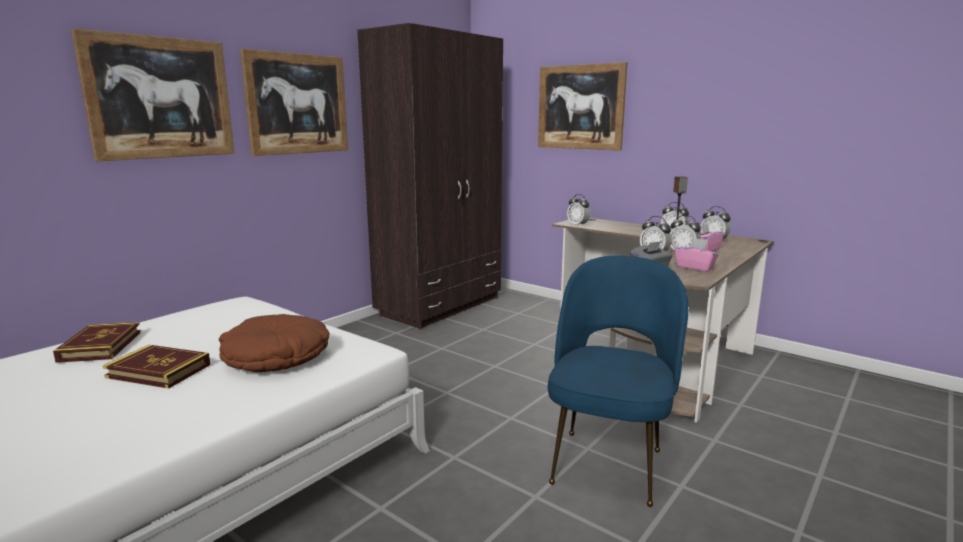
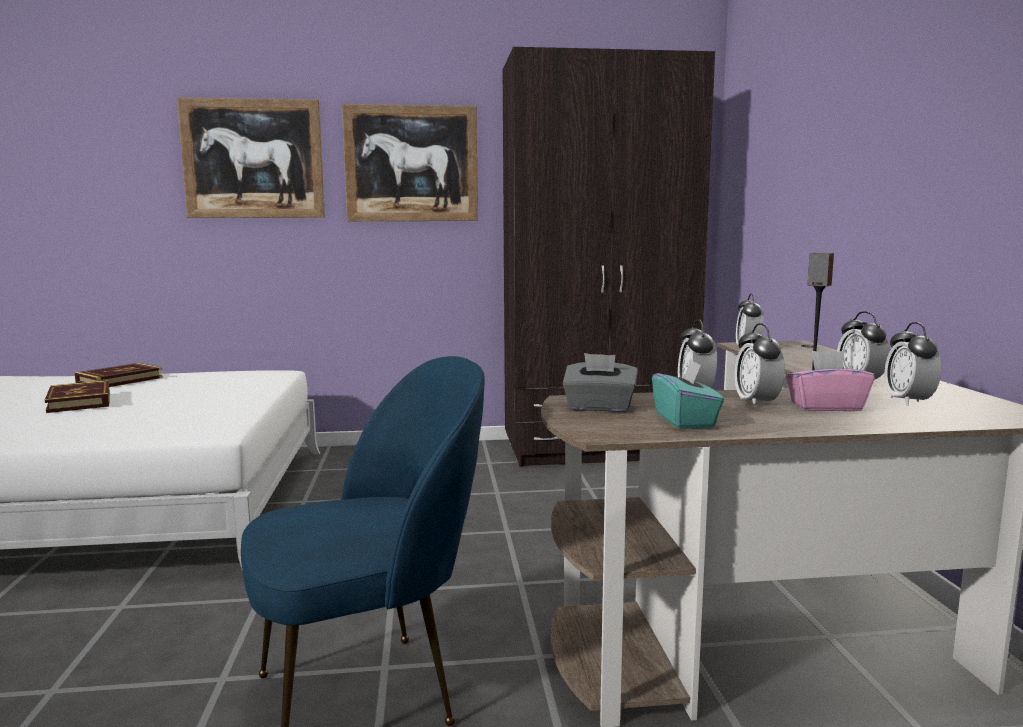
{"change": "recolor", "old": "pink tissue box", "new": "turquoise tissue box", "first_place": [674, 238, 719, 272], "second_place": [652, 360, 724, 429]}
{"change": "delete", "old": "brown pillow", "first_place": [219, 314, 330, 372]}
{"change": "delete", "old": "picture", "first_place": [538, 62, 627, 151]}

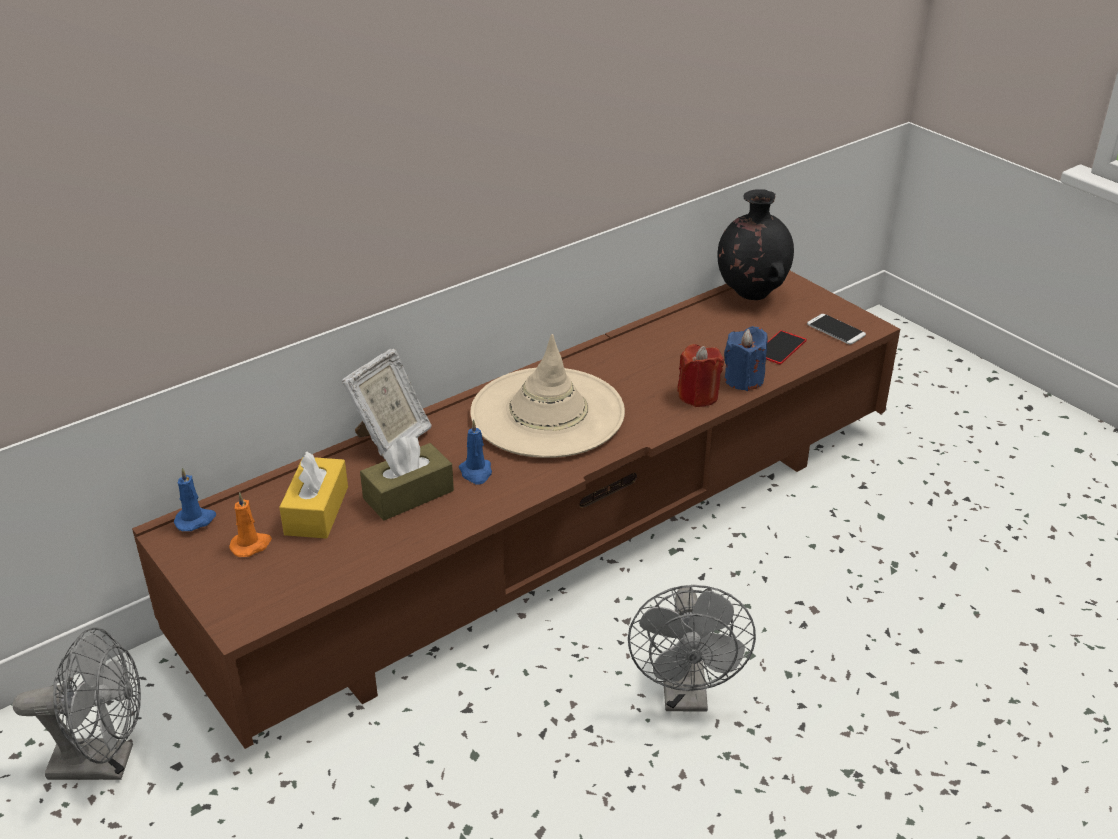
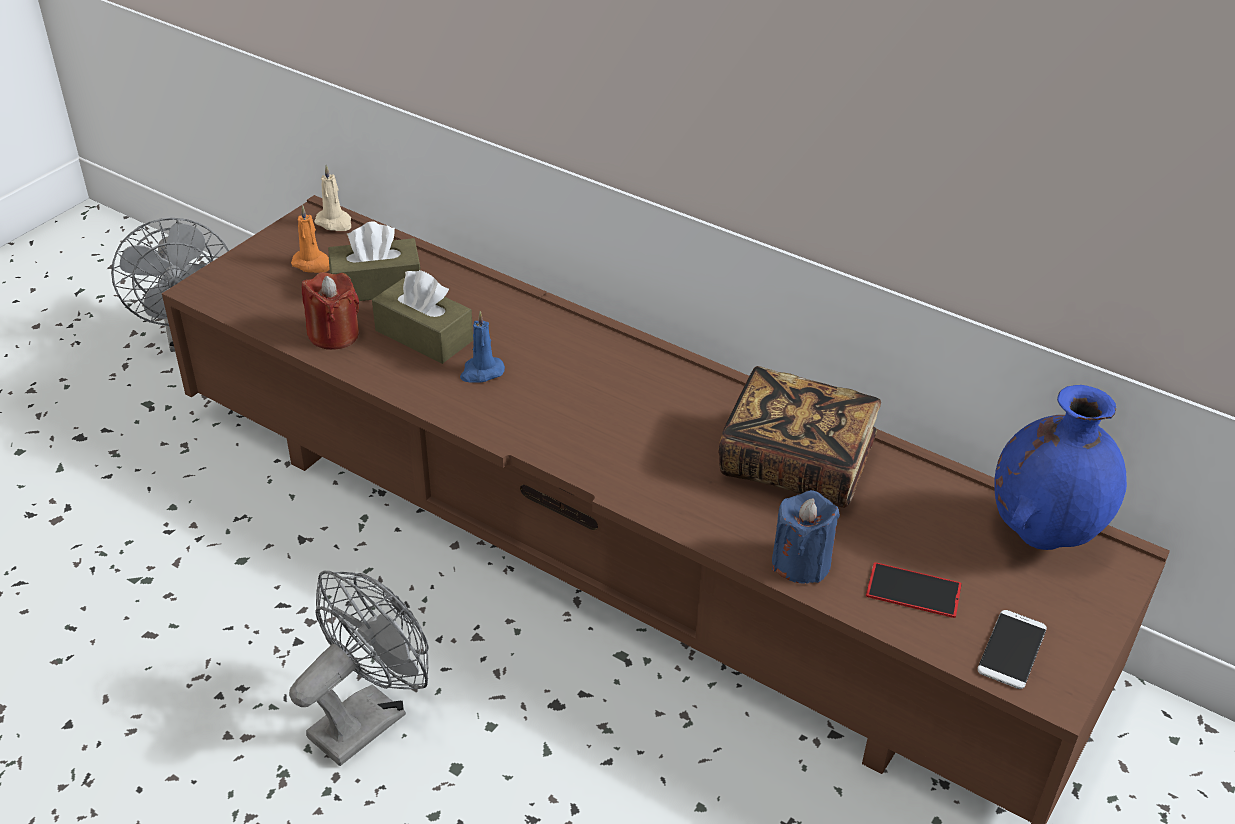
{"change": "rotate", "old": "grey fan", "first_place": [628, 585, 756, 712], "second_place": [289, 571, 429, 766], "degrees": 150}
{"change": "move", "old": "red candle", "first_place": [677, 344, 724, 407], "second_place": [302, 272, 359, 350]}
{"change": "recolor", "old": "blue candle", "new": "beige candle", "first_place": [174, 467, 216, 531], "second_place": [314, 165, 351, 231]}
{"change": "recolor", "old": "yellow tissue box", "new": "brown tissue box", "first_place": [279, 452, 348, 539], "second_place": [328, 221, 421, 301]}
{"change": "insert", "new": "book", "second_place": [719, 366, 881, 508]}
{"change": "recolor", "old": "black vase", "new": "blue vase", "first_place": [717, 190, 794, 300], "second_place": [994, 385, 1127, 550]}
{"change": "delete", "old": "picture frame", "first_place": [342, 349, 432, 459]}
{"change": "delete", "old": "beige hat", "first_place": [471, 334, 625, 458]}

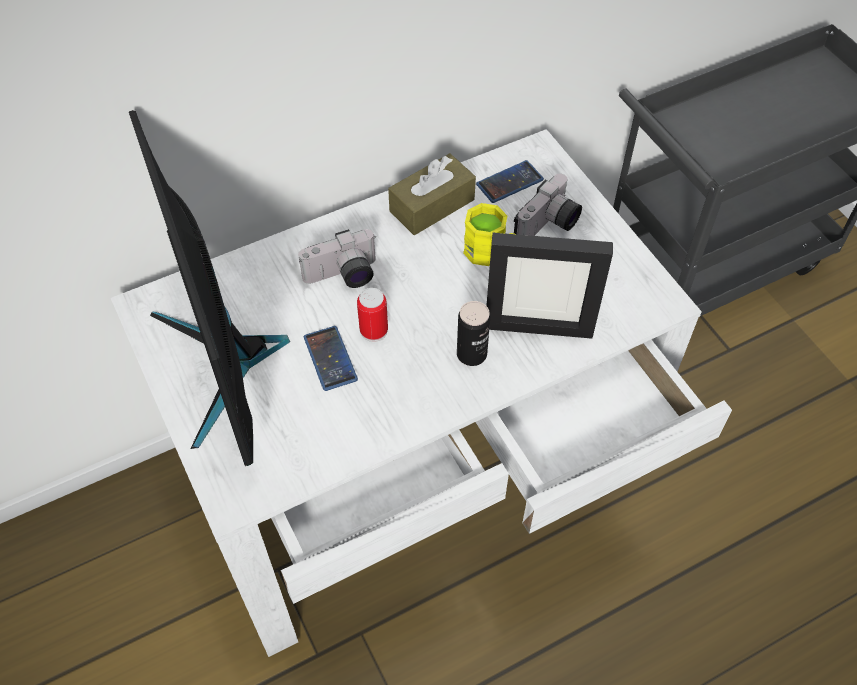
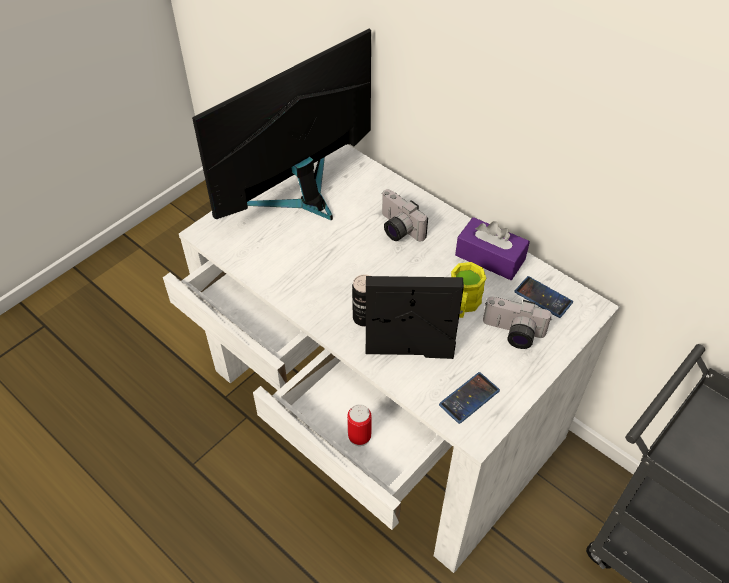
{"change": "move", "old": "can", "first_place": [357, 288, 388, 342], "second_place": [347, 404, 372, 446]}
{"change": "rotate", "old": "picture frame", "first_place": [486, 233, 613, 339], "second_place": [366, 276, 464, 359], "degrees": 105}
{"change": "move", "old": "phone", "first_place": [304, 326, 358, 391], "second_place": [439, 372, 500, 424]}
{"change": "recolor", "old": "brown tissue box", "new": "purple tissue box", "first_place": [388, 153, 476, 235], "second_place": [455, 217, 530, 280]}

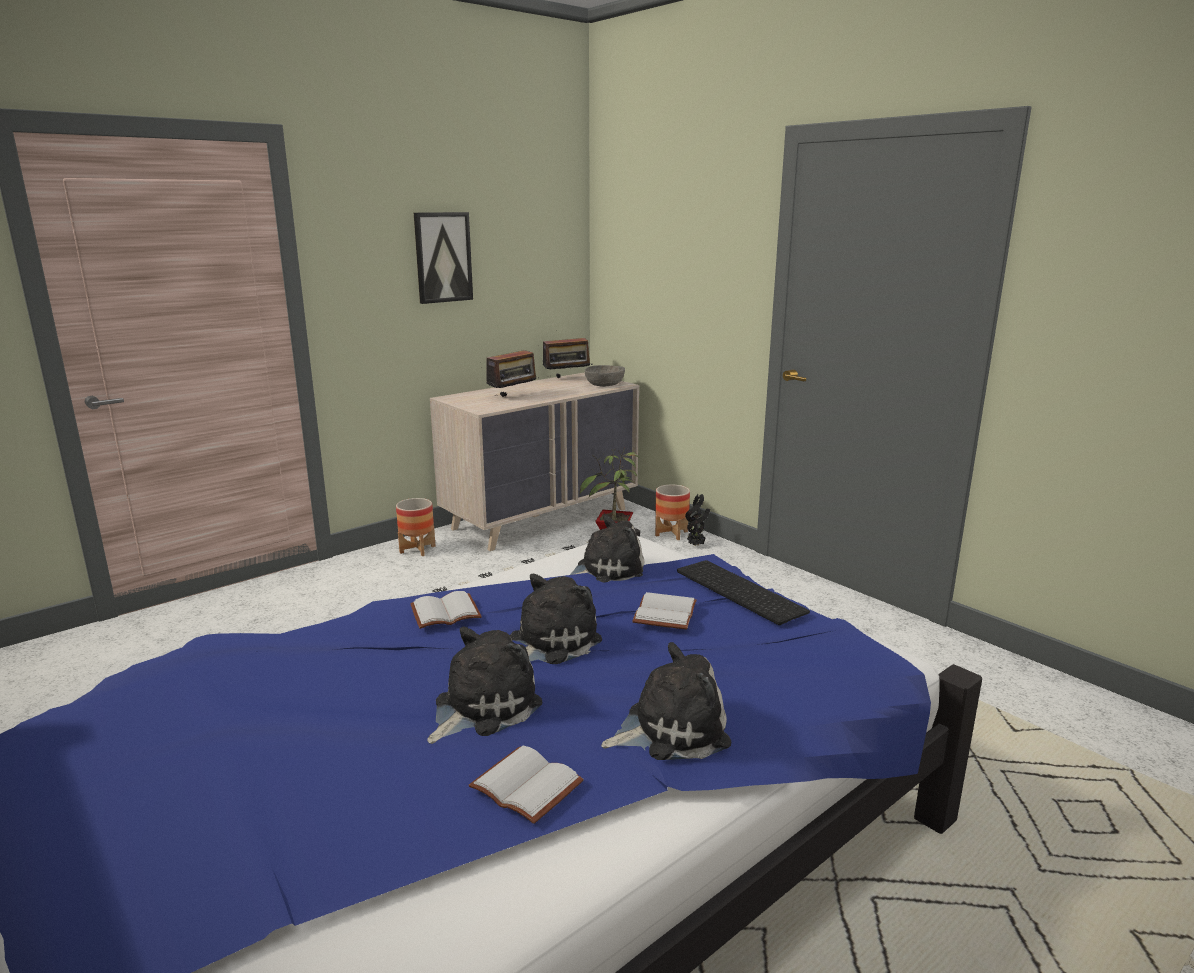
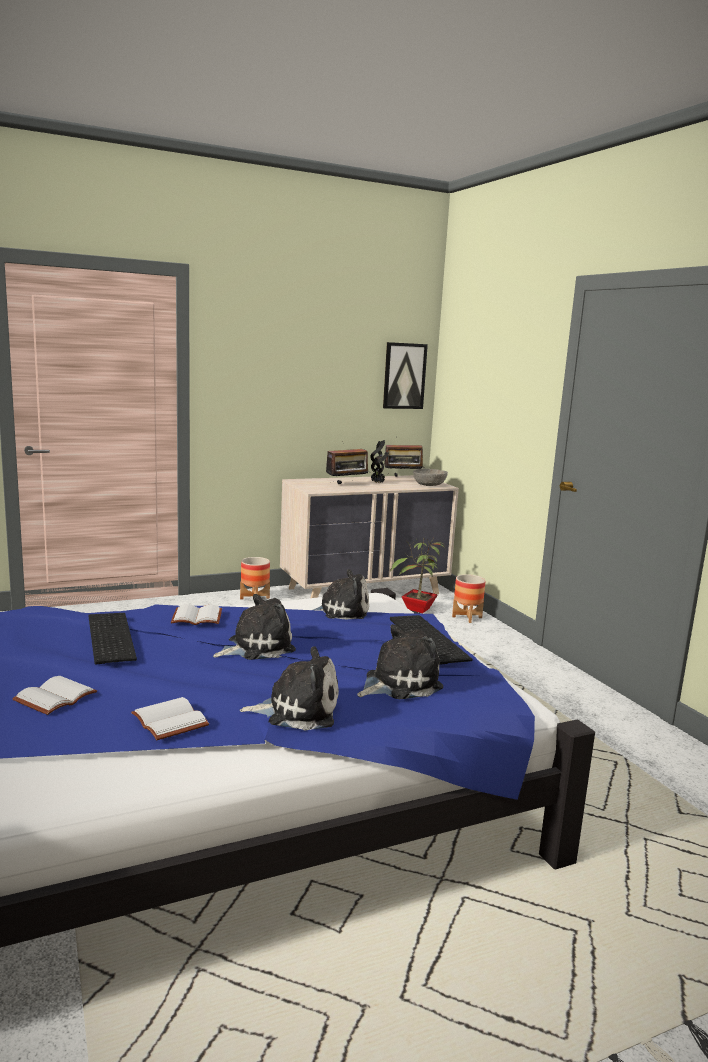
{"change": "move", "old": "white book", "first_place": [632, 592, 697, 630], "second_place": [12, 676, 97, 715]}
{"change": "insert", "new": "keyboard", "second_place": [88, 613, 137, 664]}
{"change": "move", "old": "plush toy", "first_place": [427, 627, 543, 744], "second_place": [357, 624, 443, 699]}
{"change": "move", "old": "potted plant", "first_place": [685, 494, 710, 546], "second_place": [370, 440, 389, 483]}
{"change": "move", "old": "picture", "first_place": [414, 212, 473, 304], "second_place": [383, 342, 428, 409]}

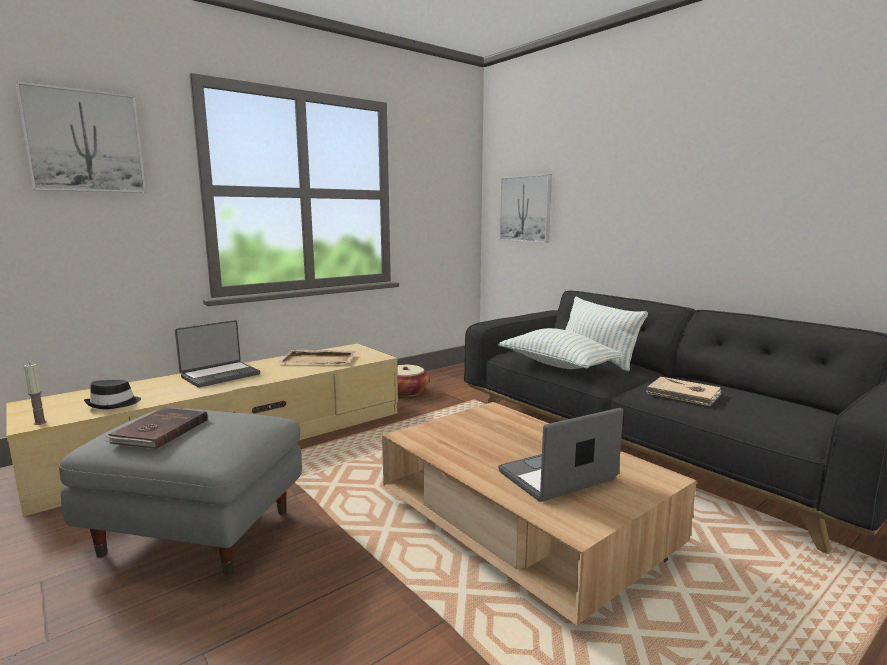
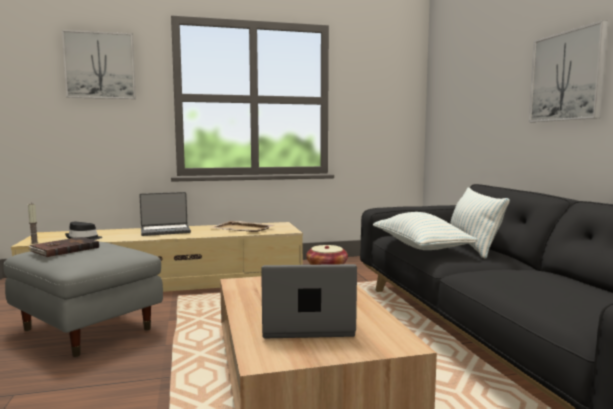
{"change": "move", "old": "picture", "first_place": [499, 174, 552, 243], "second_place": [529, 20, 608, 122]}
{"change": "delete", "old": "beige book", "first_place": [646, 377, 722, 406]}

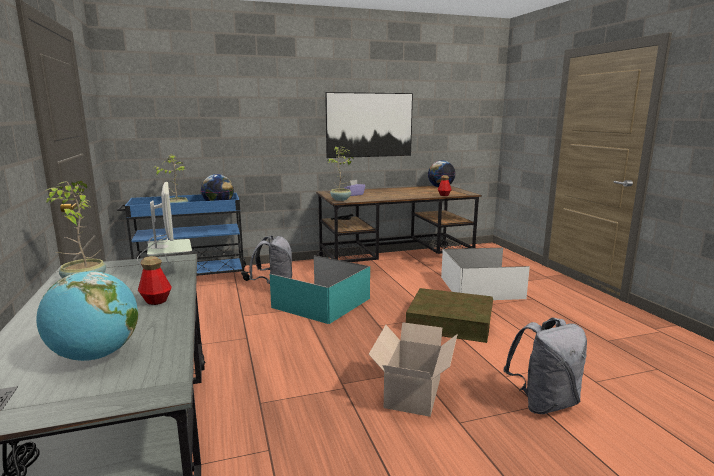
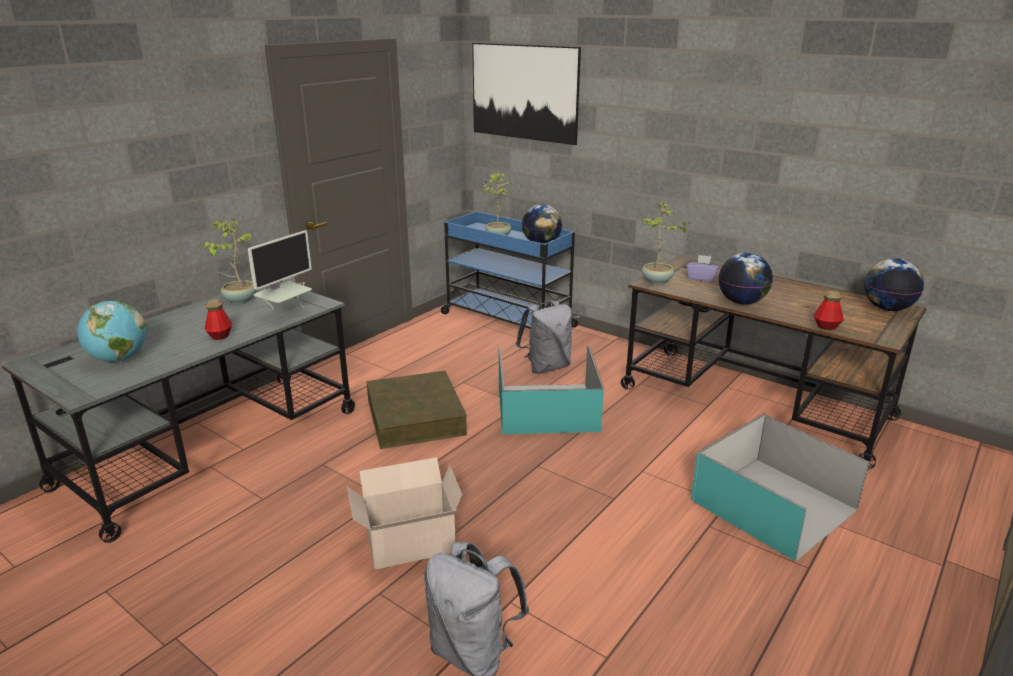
{"change": "move", "old": "brown storage box", "first_place": [406, 288, 493, 343], "second_place": [366, 371, 467, 449]}
{"change": "move", "old": "picture", "first_place": [325, 92, 413, 158], "second_place": [472, 43, 581, 145]}
{"change": "recolor", "old": "white storage box", "new": "turquoise storage box", "first_place": [441, 248, 530, 300], "second_place": [691, 413, 869, 561]}
{"change": "insert", "new": "globe", "second_place": [718, 253, 773, 305]}

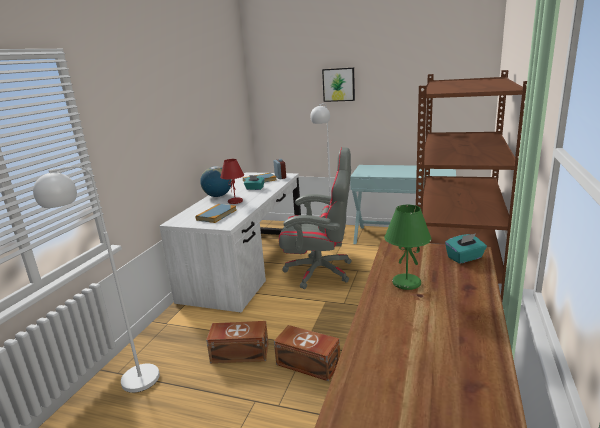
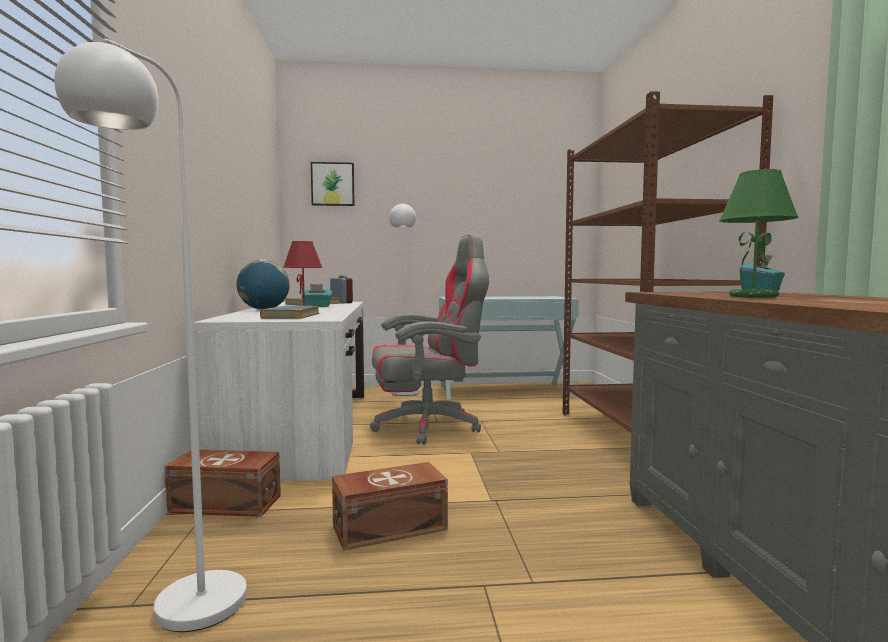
{"change": "move", "old": "brown storage box", "first_place": [274, 325, 340, 381], "second_place": [164, 450, 281, 517]}
{"change": "move", "old": "picture", "first_place": [322, 67, 355, 102], "second_place": [311, 162, 355, 206]}

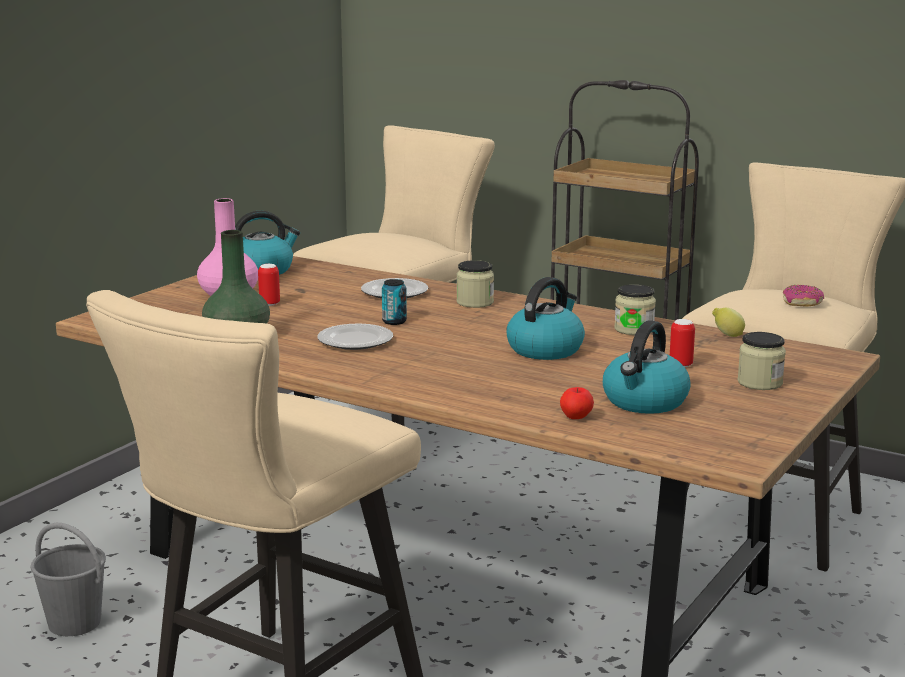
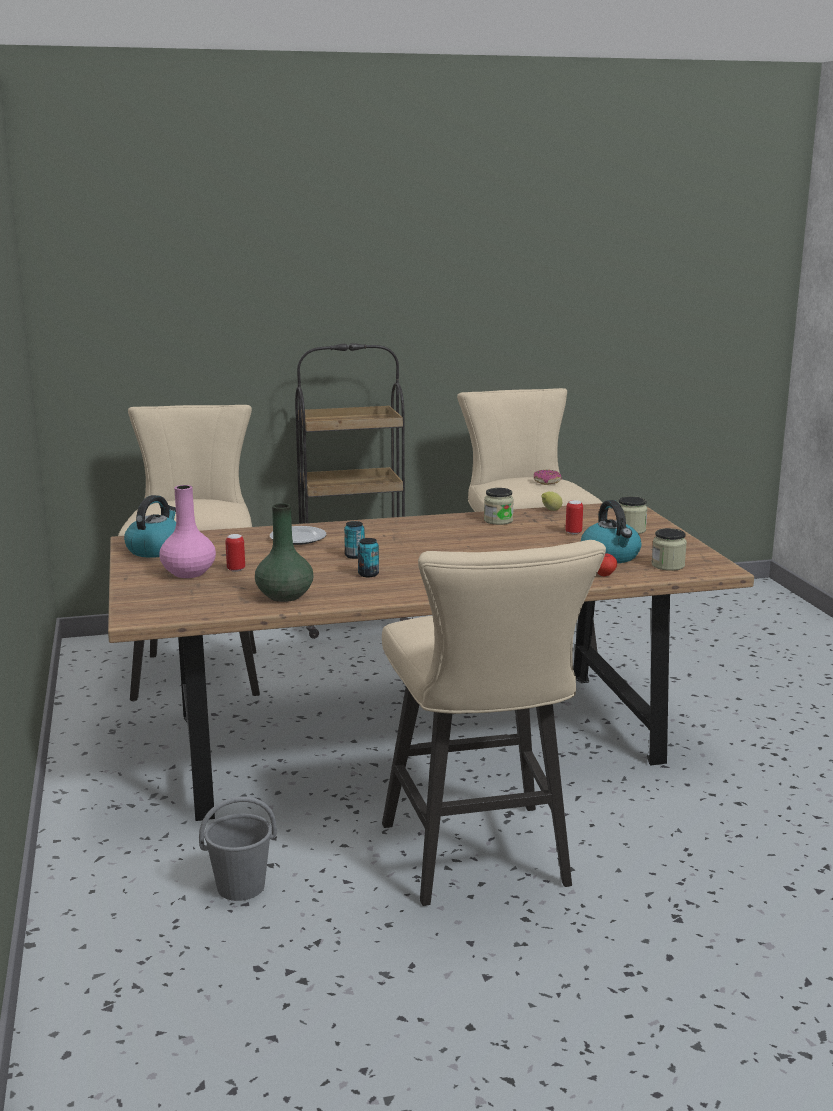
{"change": "replace", "old": "plate", "new": "can", "first_place": [317, 324, 393, 350], "second_place": [358, 538, 379, 577]}
{"change": "move", "old": "jar", "first_place": [457, 260, 494, 308], "second_place": [651, 528, 687, 571]}
{"change": "delete", "old": "kettle", "first_place": [506, 277, 585, 360]}

